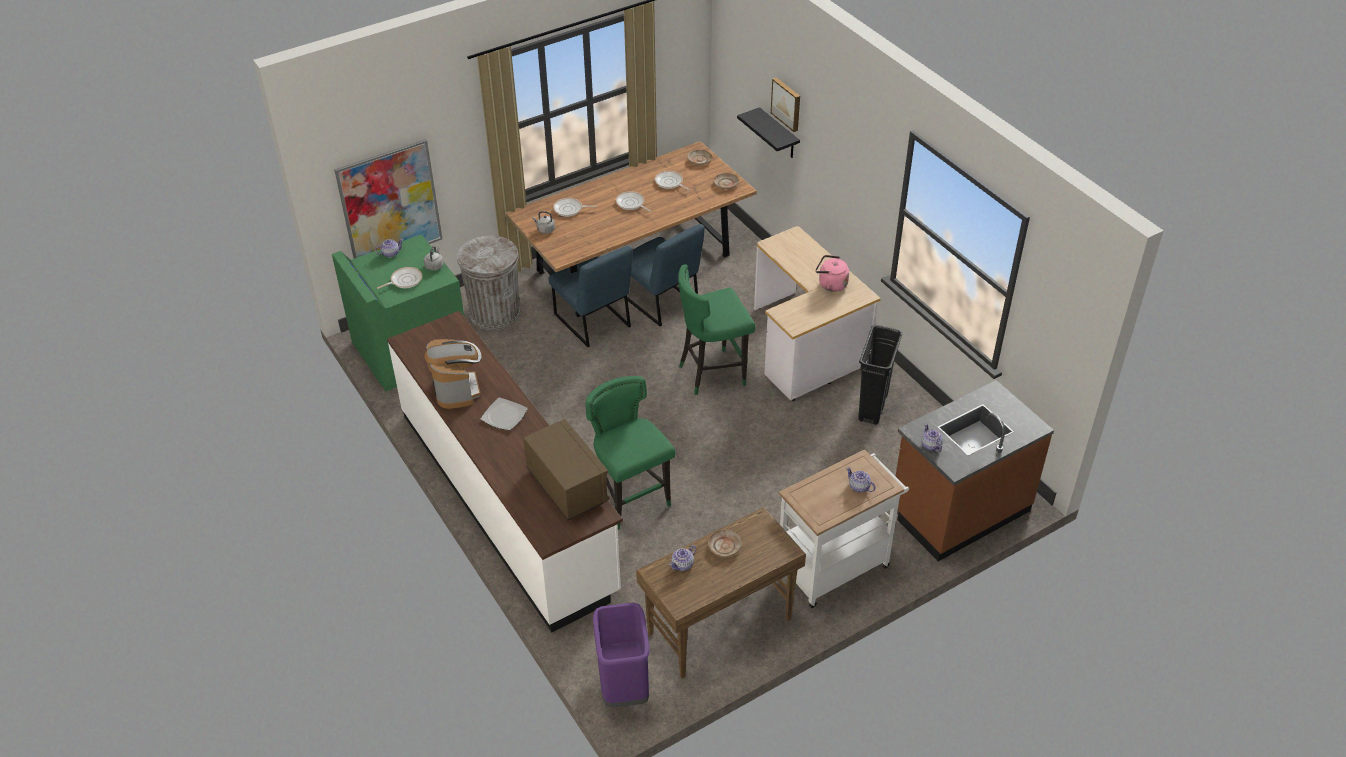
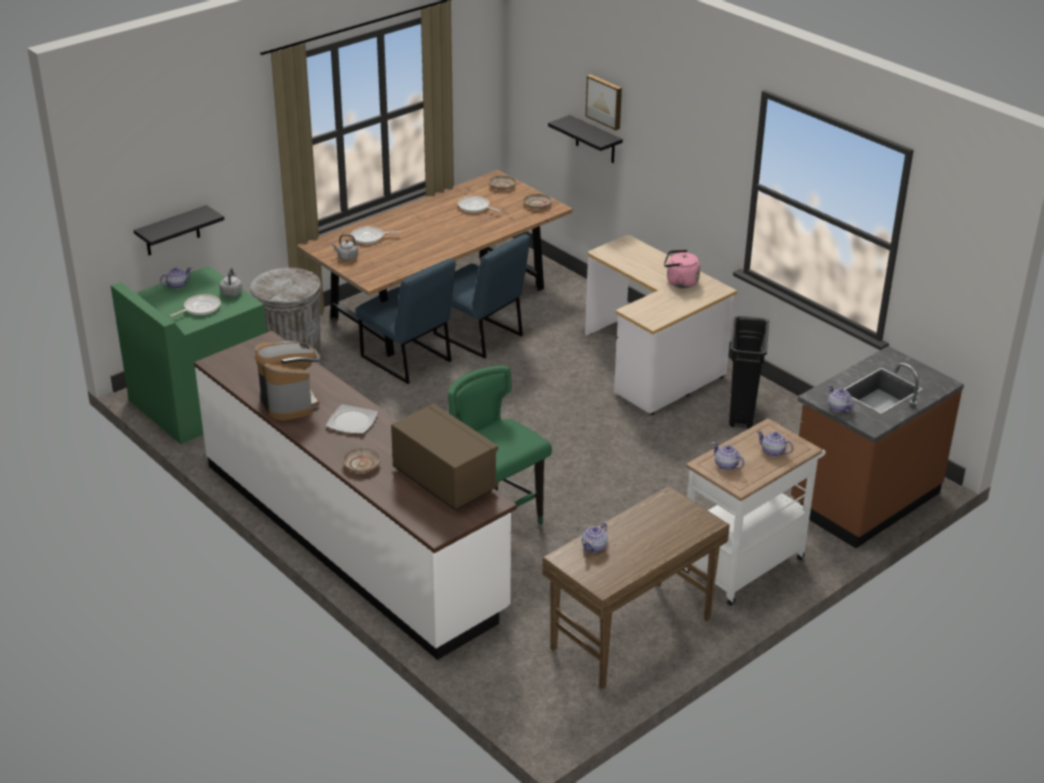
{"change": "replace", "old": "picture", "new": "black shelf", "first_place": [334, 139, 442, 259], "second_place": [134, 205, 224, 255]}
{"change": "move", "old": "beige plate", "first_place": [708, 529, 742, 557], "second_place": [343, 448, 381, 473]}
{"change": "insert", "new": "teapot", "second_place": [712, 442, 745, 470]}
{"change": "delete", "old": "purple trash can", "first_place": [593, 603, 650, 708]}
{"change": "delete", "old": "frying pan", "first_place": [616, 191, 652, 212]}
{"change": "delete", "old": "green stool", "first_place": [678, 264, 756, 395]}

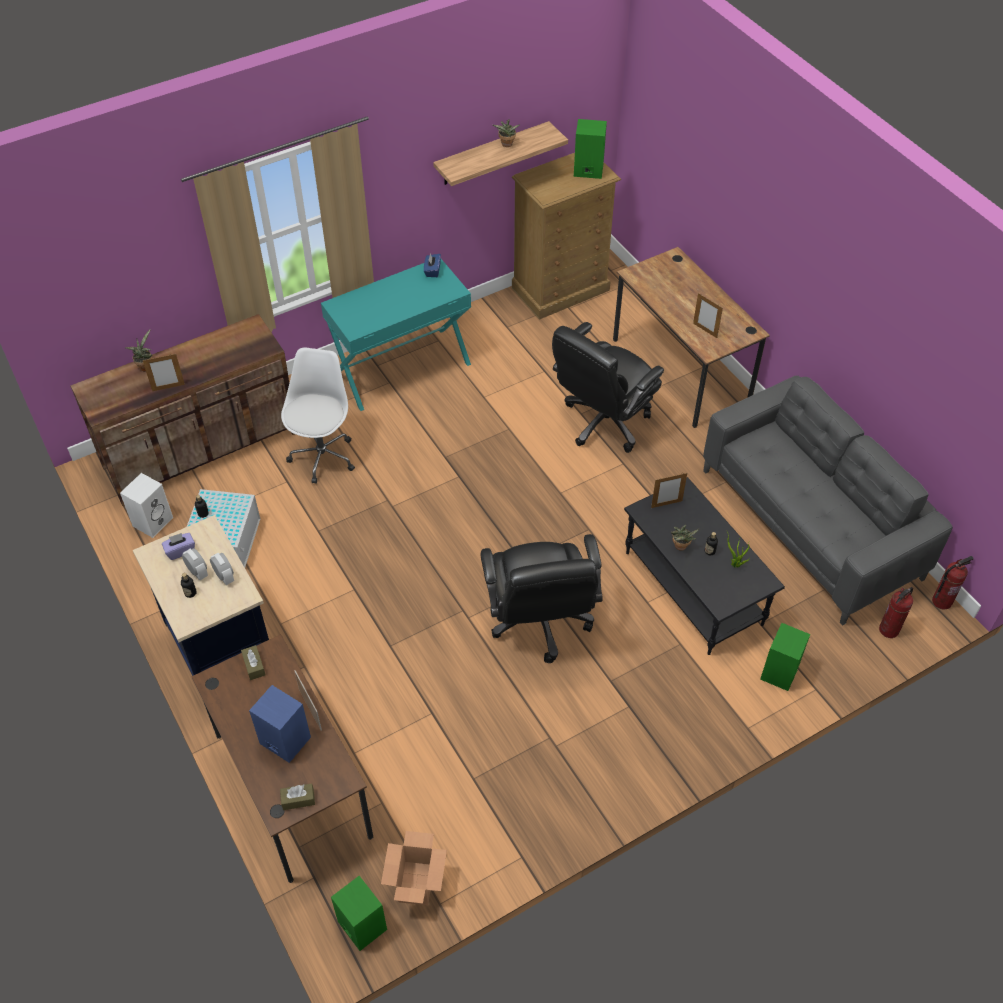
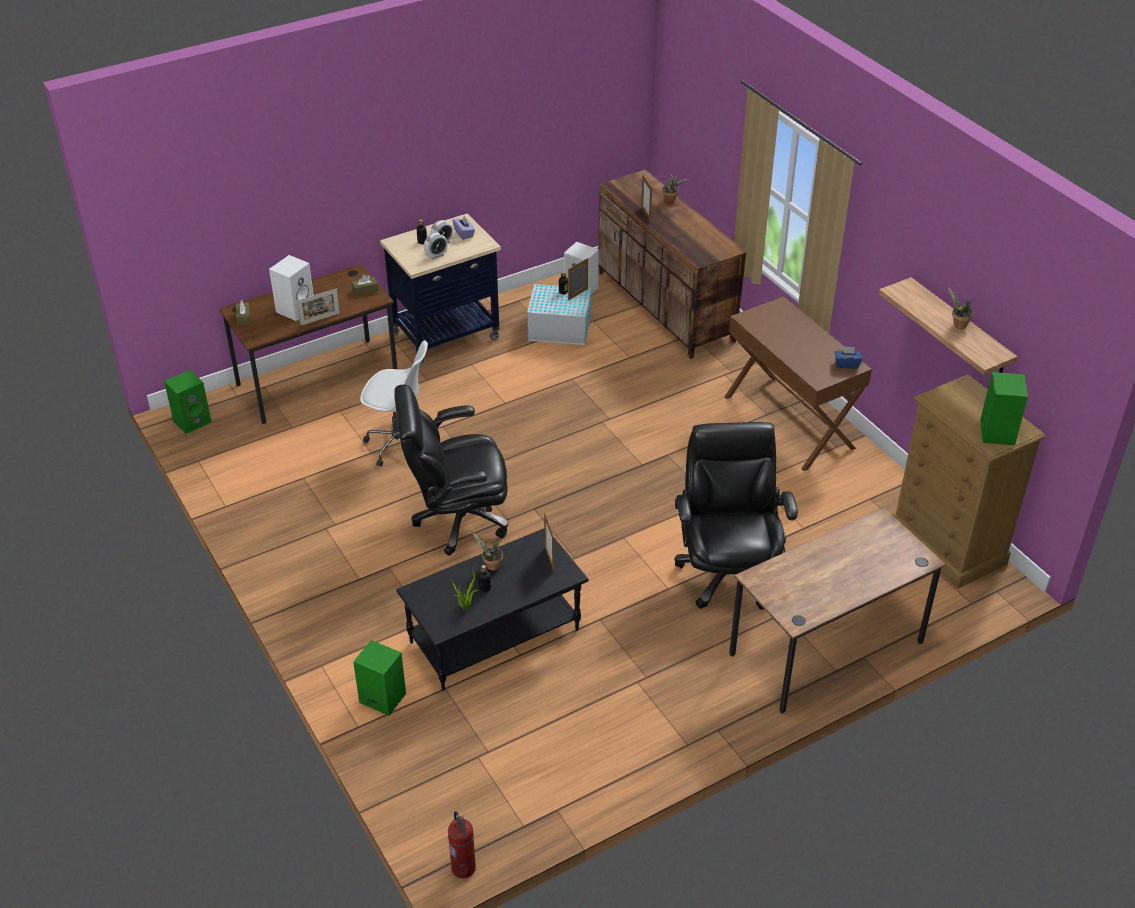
{"change": "recolor", "old": "blue speaker", "new": "white speaker", "first_place": [249, 685, 311, 763], "second_place": [269, 255, 314, 321]}
{"change": "move", "old": "white office chair", "first_place": [281, 347, 355, 484], "second_place": [360, 340, 428, 466]}
{"change": "move", "old": "picture frame", "first_place": [693, 293, 723, 338], "second_place": [568, 258, 588, 301]}
{"change": "rotate", "old": "black office chair", "first_place": [552, 322, 664, 453], "second_place": [674, 422, 798, 610], "degrees": 45}
{"change": "recolor", "old": "turquoise console table", "new": "brown console table", "first_place": [321, 259, 471, 411], "second_place": [724, 297, 872, 471]}
{"change": "delete", "old": "cardboard box", "first_place": [381, 831, 447, 905]}
{"change": "delete", "old": "grey sofa", "first_place": [703, 375, 953, 626]}
{"change": "delete", "old": "fire extinguisher", "first_place": [879, 587, 913, 638]}

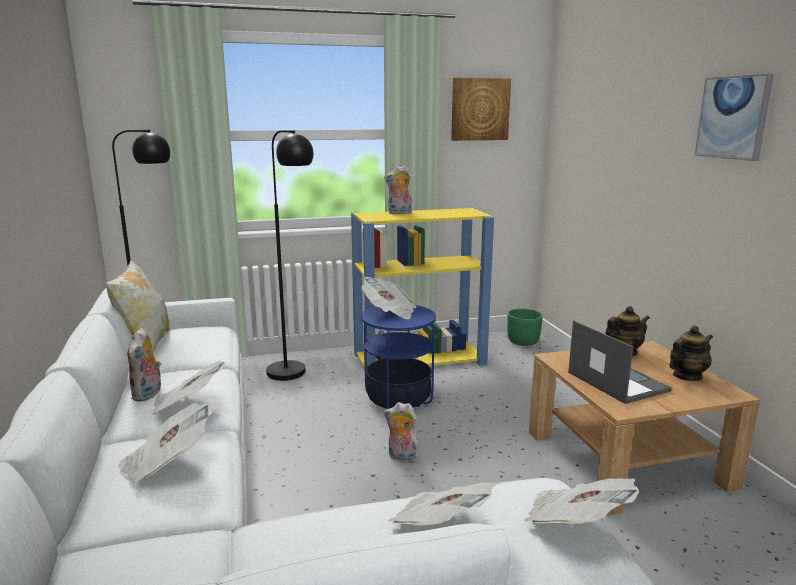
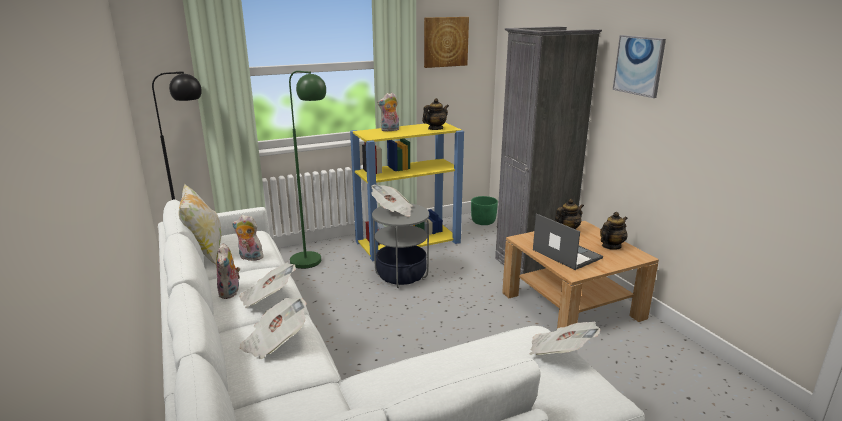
{"change": "move", "old": "plush toy", "first_place": [384, 402, 419, 463], "second_place": [232, 215, 265, 261]}
{"change": "recolor", "old": "black floor lamp", "new": "green floor lamp", "first_place": [266, 130, 313, 381], "second_place": [289, 71, 326, 269]}
{"change": "recolor", "old": "blue side table", "new": "grey side table", "first_place": [361, 305, 436, 409], "second_place": [372, 204, 429, 288]}
{"change": "insert", "new": "teapot", "second_place": [422, 98, 449, 130]}
{"change": "insert", "new": "grey cabinet", "second_place": [495, 26, 602, 275]}
{"change": "delete", "old": "newspaper", "first_place": [388, 482, 497, 526]}

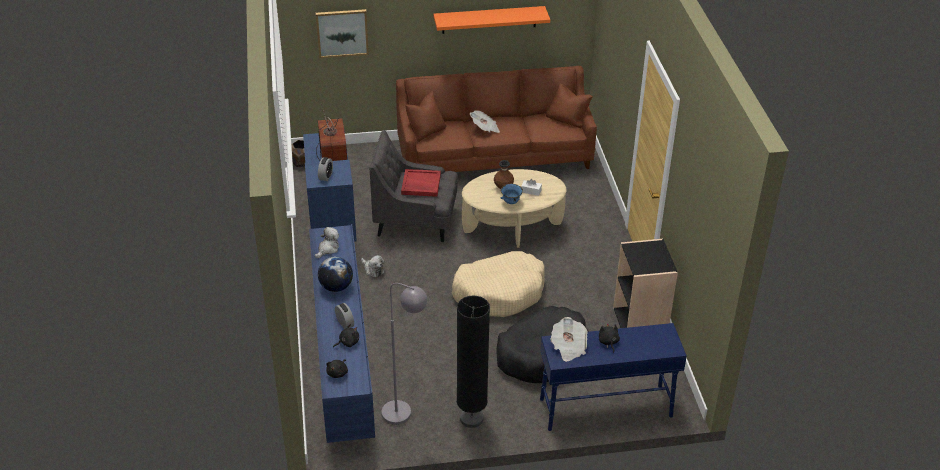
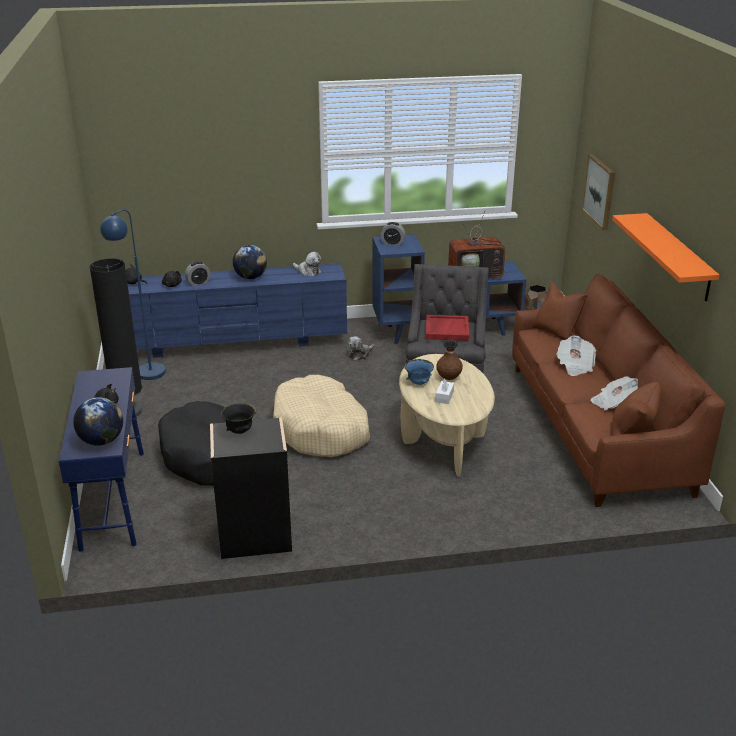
{"change": "insert", "new": "globe", "second_place": [73, 398, 123, 446]}
{"change": "recolor", "old": "grey floor lamp", "new": "blue floor lamp", "first_place": [382, 283, 427, 425], "second_place": [100, 209, 166, 380]}
{"change": "insert", "new": "black bowl", "second_place": [221, 403, 256, 434]}
{"change": "move", "old": "newspaper", "first_place": [550, 317, 588, 362], "second_place": [591, 376, 638, 410]}

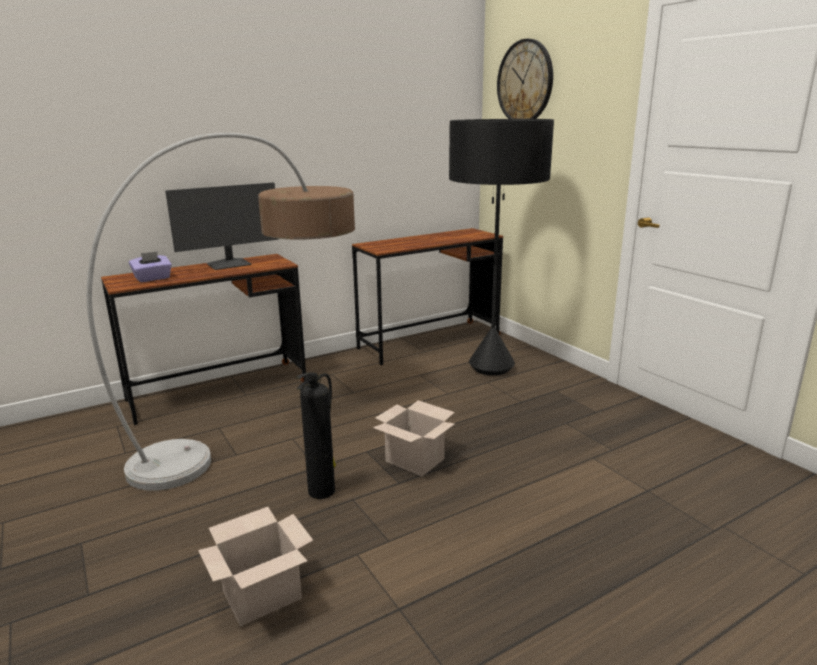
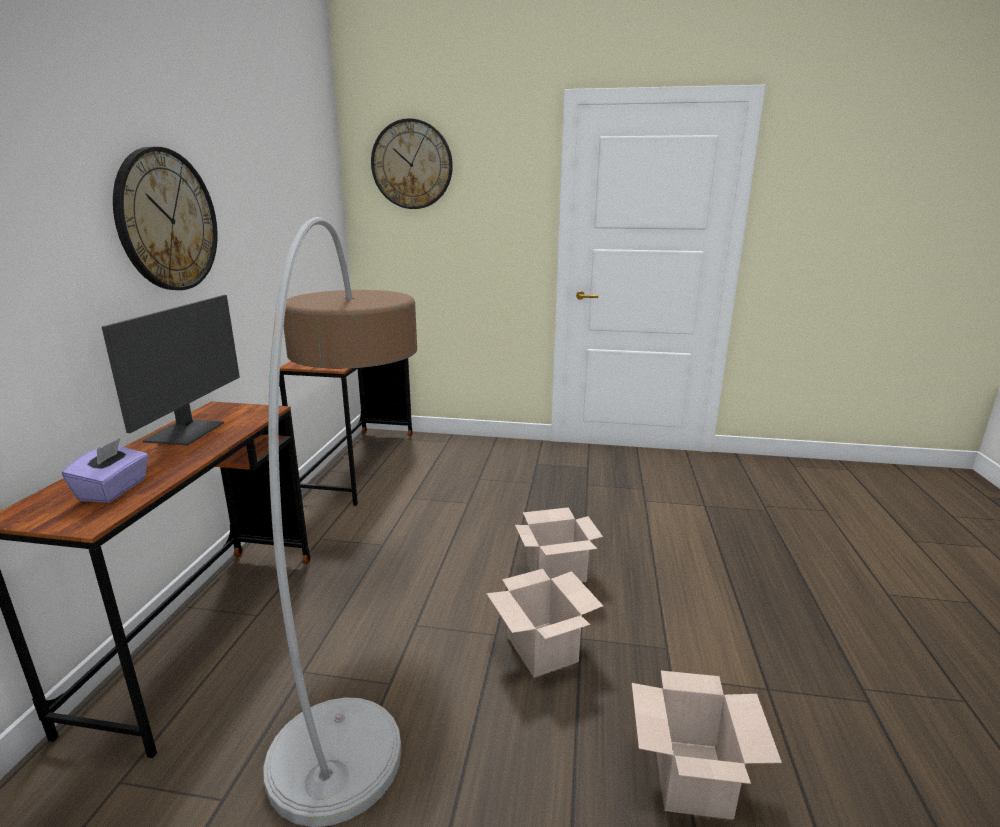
{"change": "insert", "new": "wall clock", "second_place": [113, 147, 218, 290]}
{"change": "replace", "old": "fire extinguisher", "new": "cardboard box", "first_place": [296, 372, 336, 499], "second_place": [486, 569, 603, 677]}
{"change": "delete", "old": "black floor lamp", "first_place": [449, 119, 554, 375]}

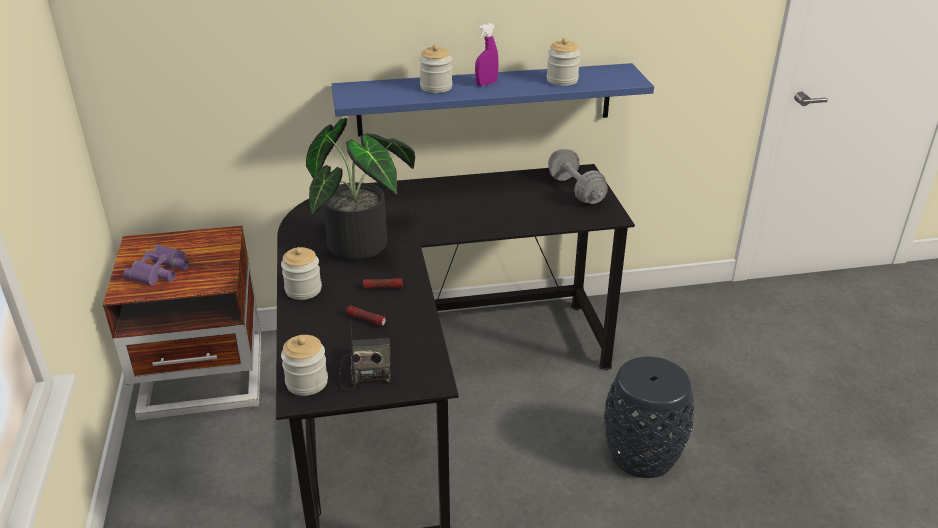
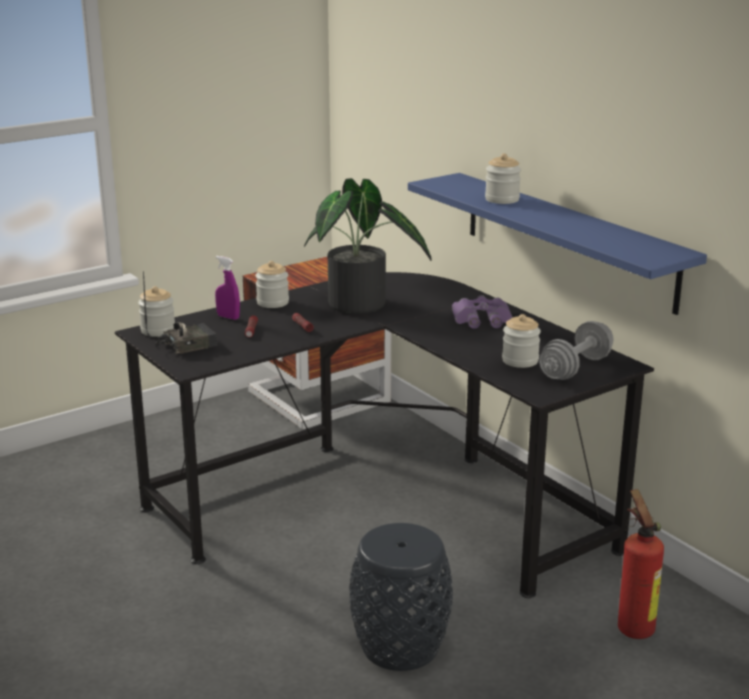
{"change": "move", "old": "purple spray bottle", "first_place": [475, 23, 499, 86], "second_place": [215, 256, 240, 320]}
{"change": "move", "old": "purple binoculars", "first_place": [123, 245, 189, 286], "second_place": [452, 295, 512, 329]}
{"change": "move", "old": "jar", "first_place": [547, 38, 580, 86], "second_place": [502, 314, 541, 368]}
{"change": "insert", "new": "fire extinguisher", "second_place": [618, 489, 664, 639]}

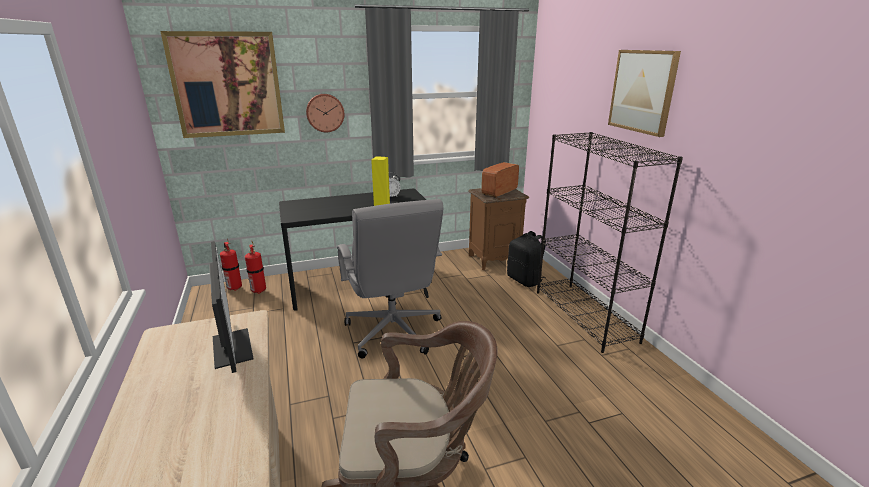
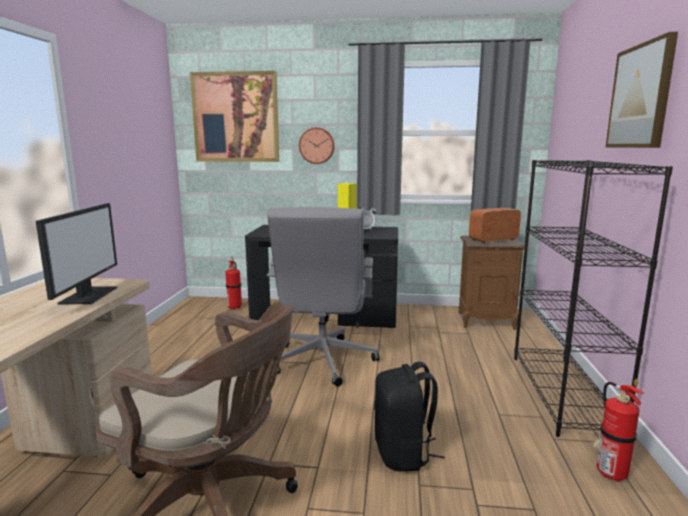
{"change": "move", "old": "black backpack", "first_place": [507, 231, 546, 287], "second_place": [374, 362, 445, 472]}
{"change": "move", "old": "fire extinguisher", "first_place": [220, 239, 242, 291], "second_place": [593, 378, 644, 482]}

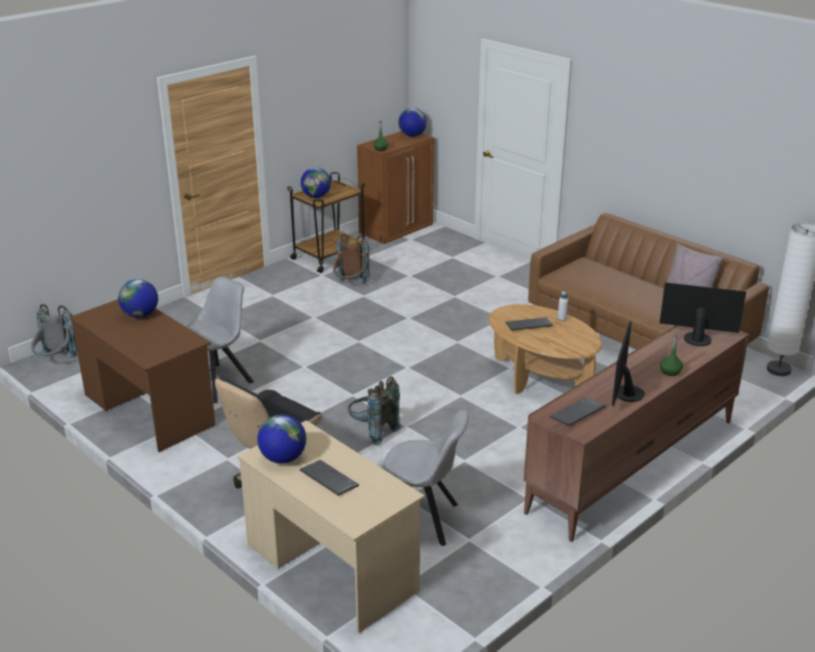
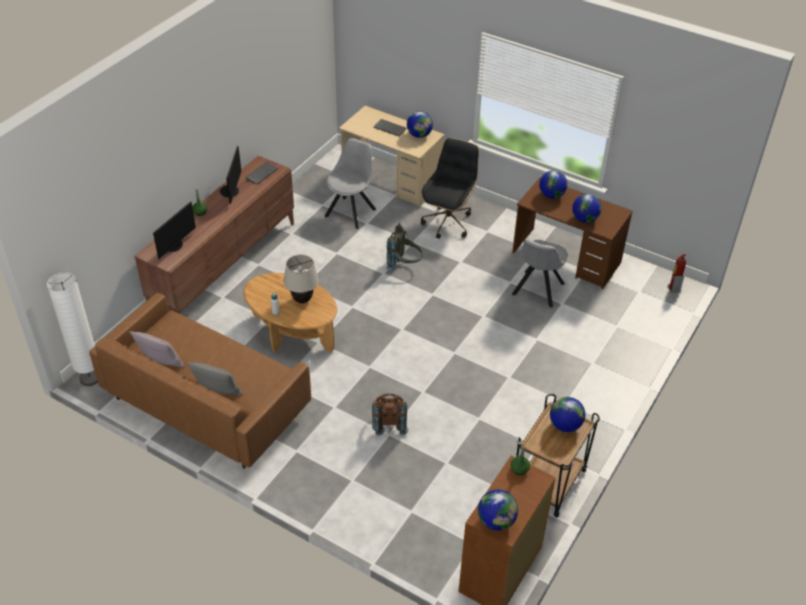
{"change": "rotate", "old": "monitor", "first_place": [660, 283, 746, 346], "second_place": [153, 201, 196, 259], "degrees": -60}
{"change": "insert", "new": "grey pillow", "second_place": [187, 362, 243, 395]}
{"change": "replace", "old": "keyboard", "new": "beige table lamp", "first_place": [506, 317, 553, 331], "second_place": [283, 254, 319, 303]}
{"change": "rotate", "old": "grey chair", "first_place": [382, 410, 469, 546], "second_place": [325, 138, 376, 229], "degrees": 120}
{"change": "move", "old": "brown backpack", "first_place": [333, 234, 369, 283], "second_place": [372, 394, 408, 435]}
{"change": "insert", "new": "globe", "second_place": [539, 170, 568, 199]}
{"change": "replace", "old": "grey backpack", "new": "fire extinguisher", "first_place": [31, 304, 77, 358], "second_place": [668, 254, 686, 293]}

